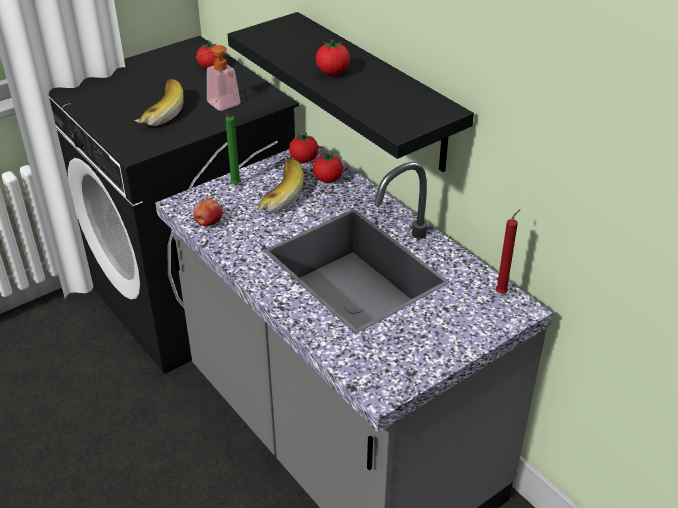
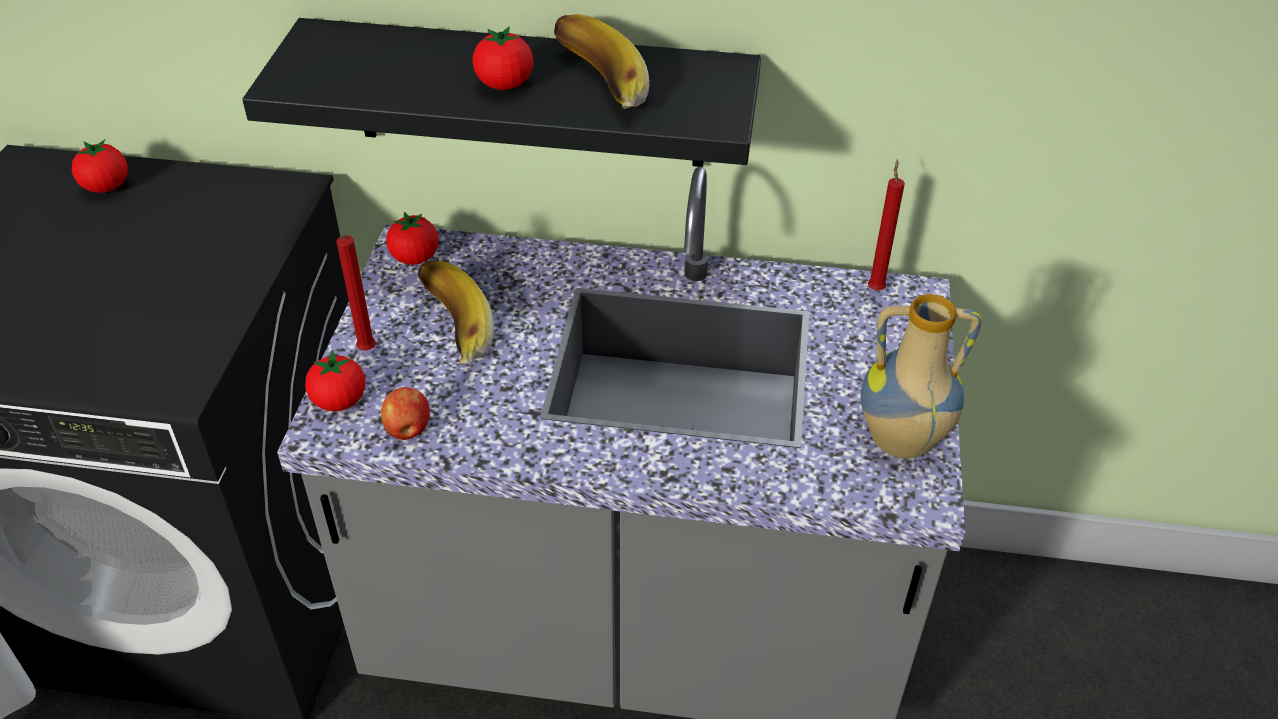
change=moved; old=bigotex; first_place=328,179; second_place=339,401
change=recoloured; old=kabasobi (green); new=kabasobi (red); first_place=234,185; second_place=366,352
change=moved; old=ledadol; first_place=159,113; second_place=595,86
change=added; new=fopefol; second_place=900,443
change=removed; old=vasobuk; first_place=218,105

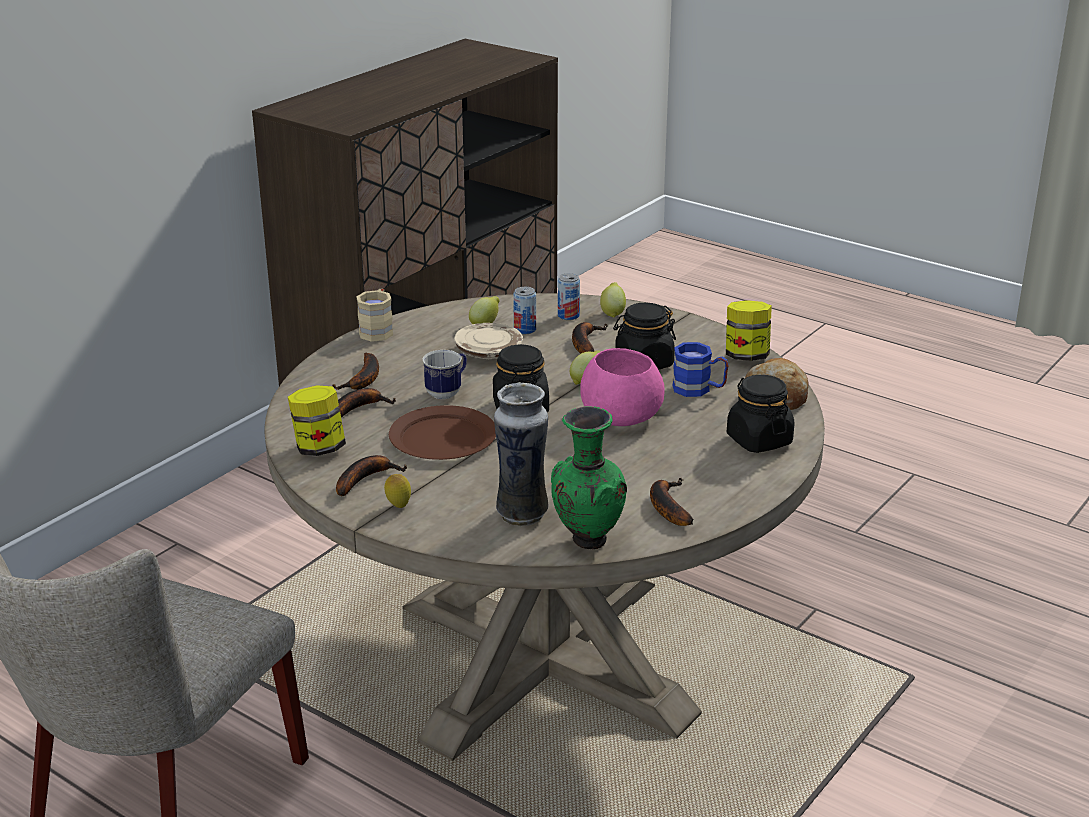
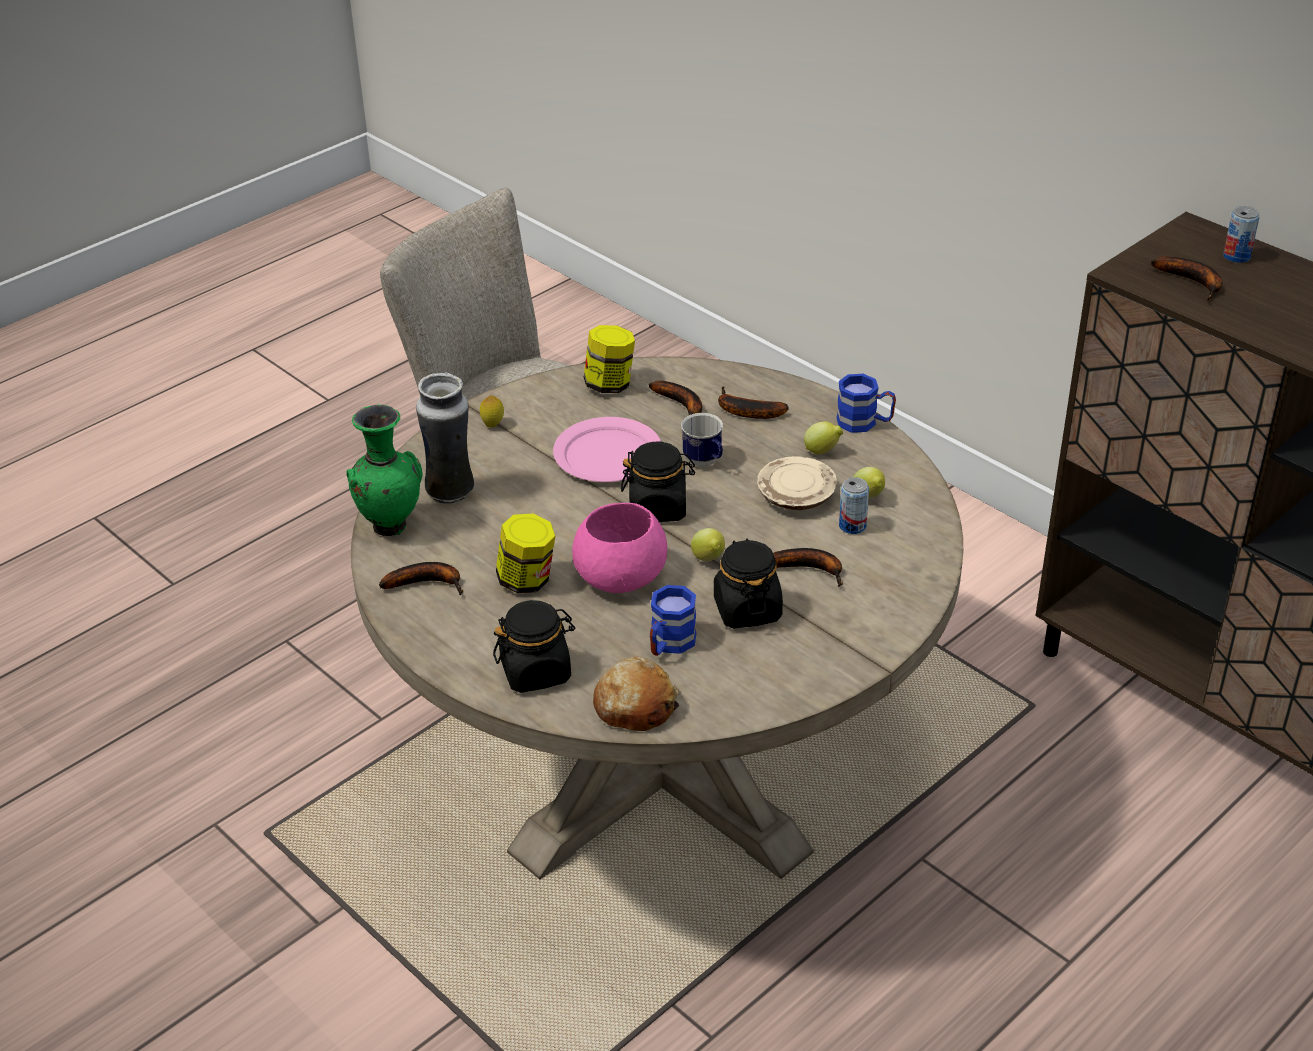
change=moved; old=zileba; first_place=746,356; second_place=527,580
change=recoloured; old=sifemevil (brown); new=sifemevil (pink); first_place=444,438; second_place=607,455
change=moved; old=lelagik; first_place=612,313; second_place=822,451
change=recoloured; old=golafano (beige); new=golafano (blue); first_place=378,330; second_place=865,422
change=moved; old=ledadol; first_place=365,479; second_place=1193,282
change=moved; old=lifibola; first_place=568,316; second_place=1236,256

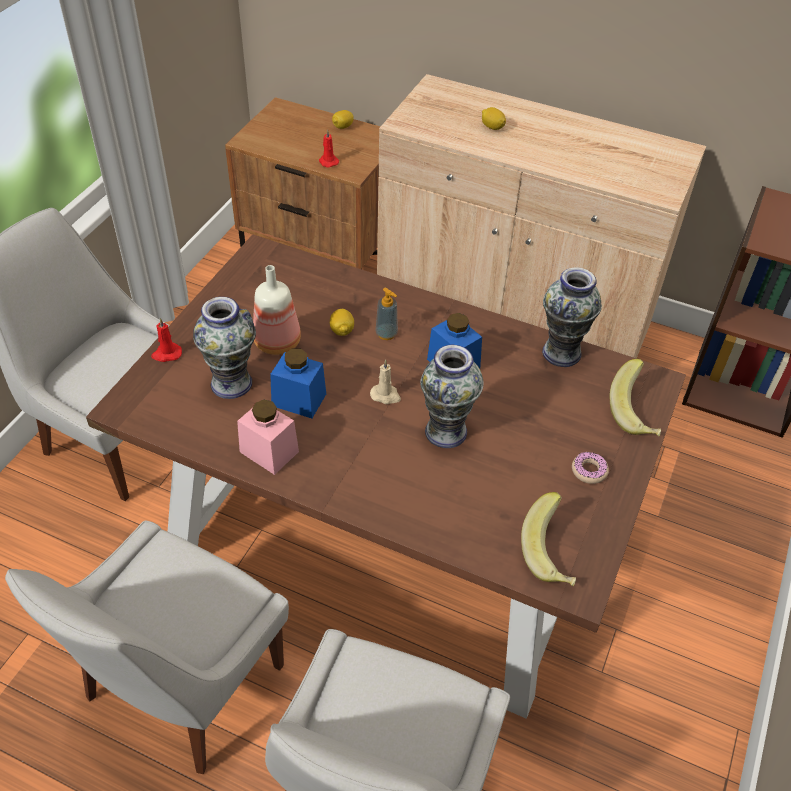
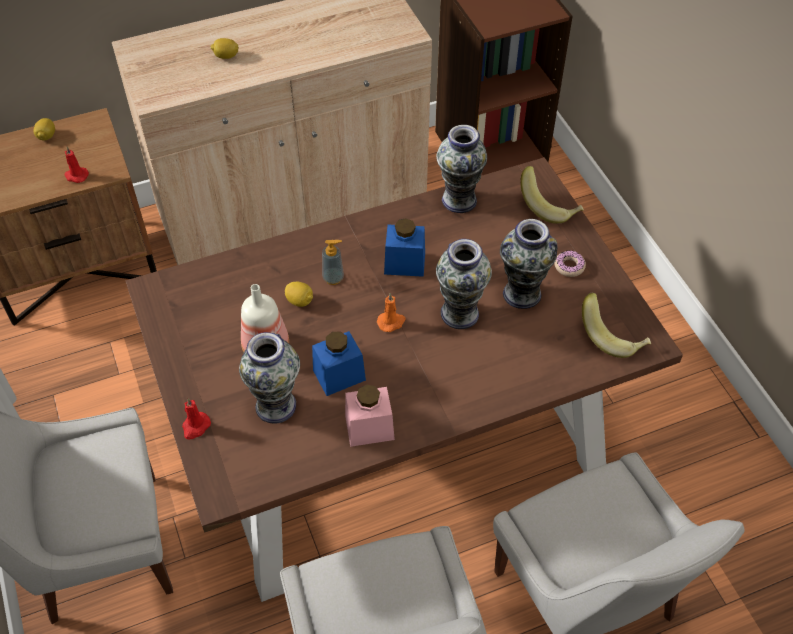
change=recoloured; old=kabasobi (beige); new=kabasobi (orange); first_place=386,395; second_place=391,322
change=added; new=fopefol; second_place=522,294

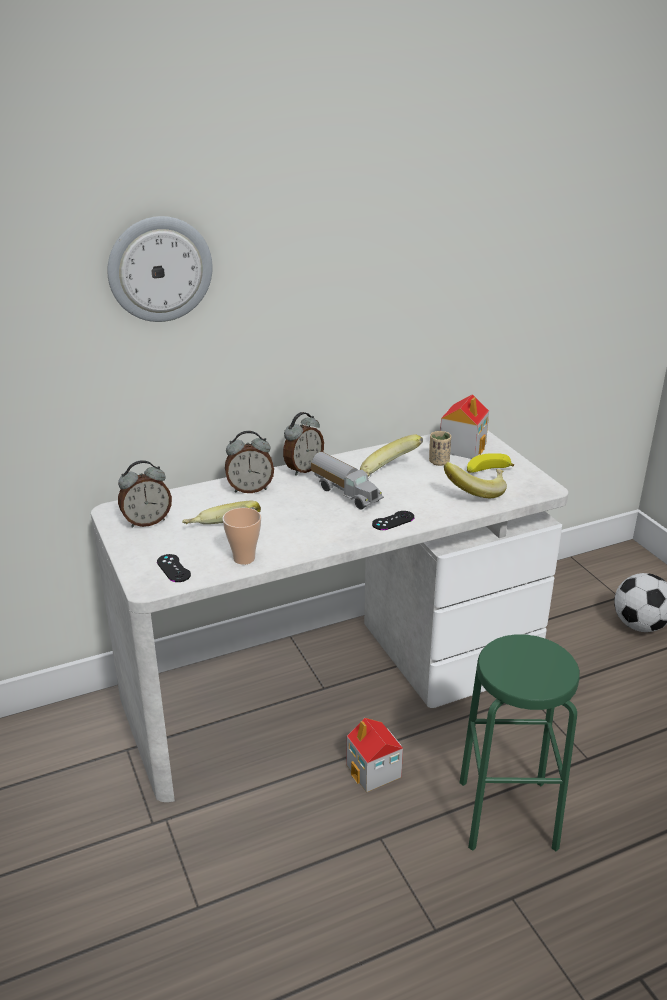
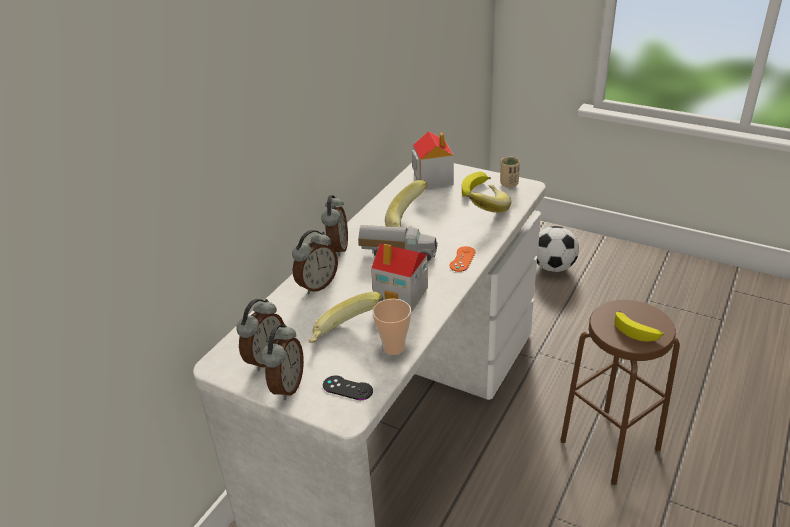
change=added; new=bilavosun; second_place=287,386
change=moved; old=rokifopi; first_place=374,771; second_place=402,294
change=recoloured; old=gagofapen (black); new=gagofapen (orange); first_place=393,521; second_place=462,259
change=moved; old=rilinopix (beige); first_place=439,462; second_place=509,184
change=recoloured; old=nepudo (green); new=nepudo (brown); first_place=507,814; second_place=610,445
change=added; new=ledadol; second_place=637,331
change=removed; old=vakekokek; first_place=160,269

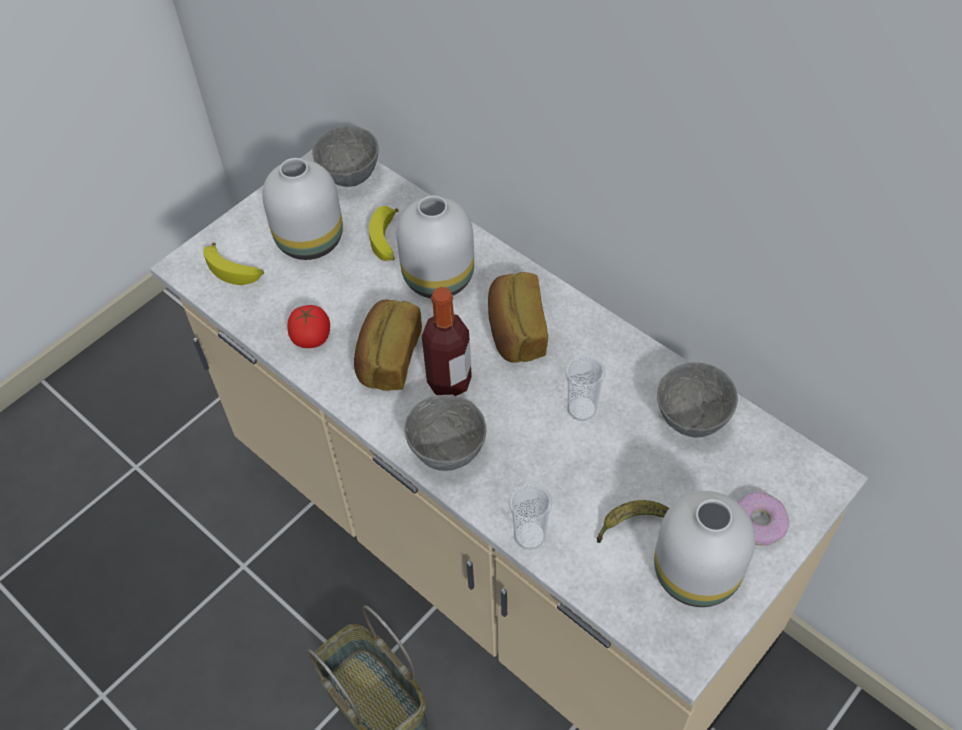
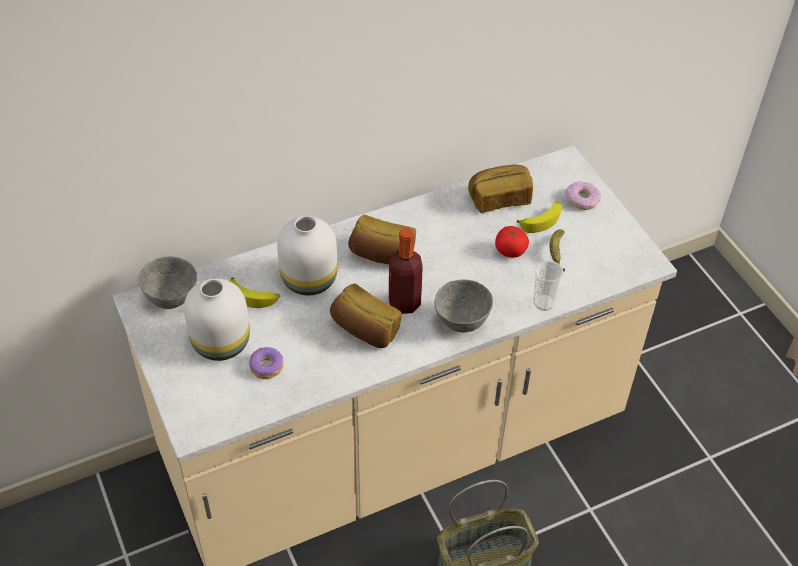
change=added; new=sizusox; second_place=266,367
change=replaced; old=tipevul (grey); new=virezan; first_place=693,421; second_place=499,199
change=moved; old=bigotex; first_place=311,338; second_place=510,251
change=moved; old=ledadol; first_place=235,270; second_place=541,220
change=removed; old=rilinopix; first_place=581,409
change=removed; old=fopefol (white); first_place=696,571

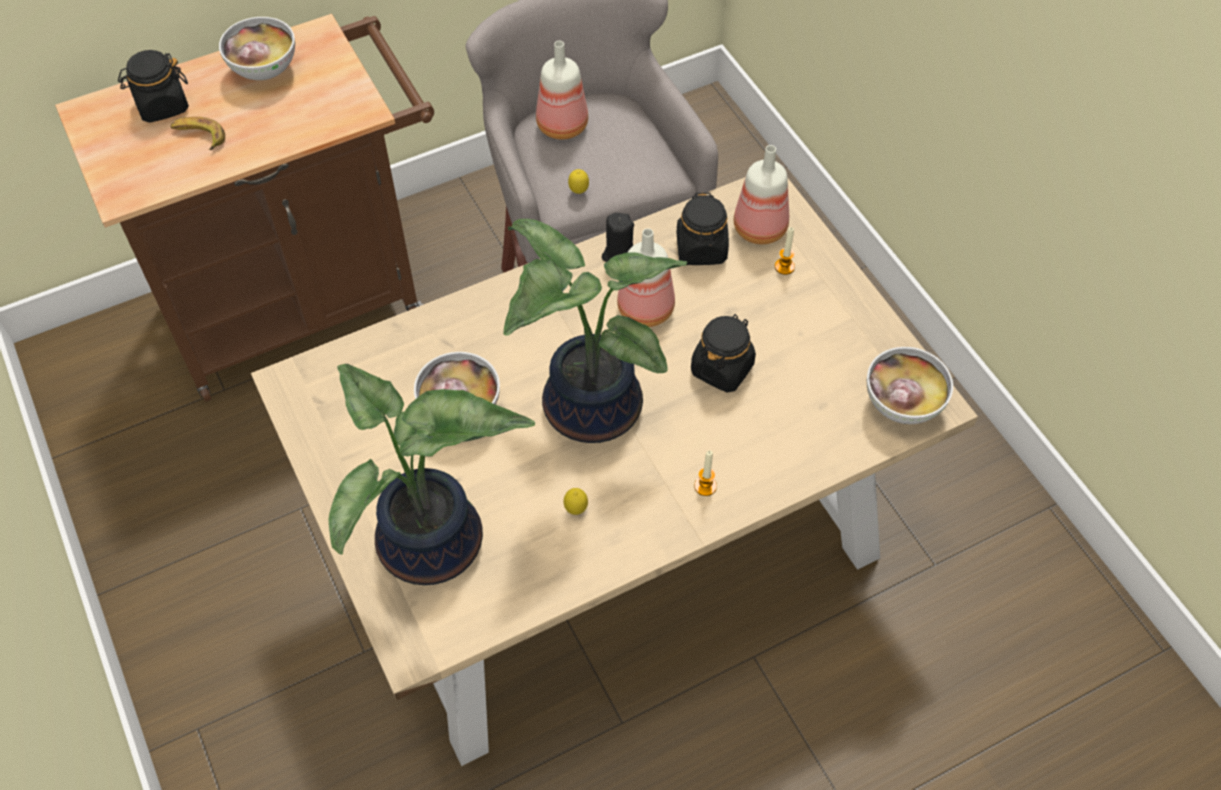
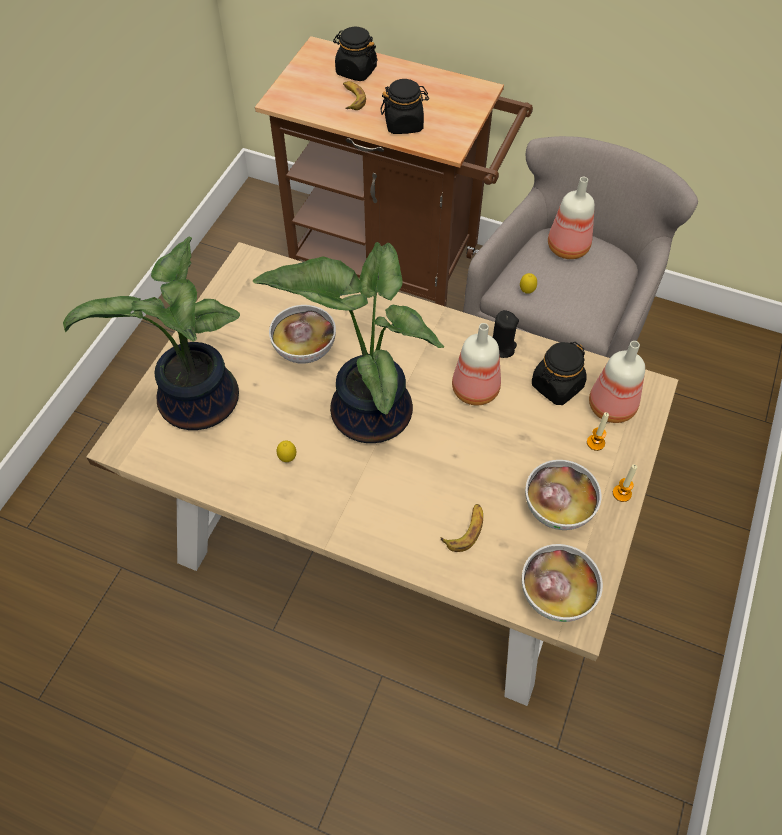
change=moved; old=zileba (black); first_place=722,368; second_place=404,124
change=added; new=ledadol; second_place=465,530
change=moved; old=tipevul; first_place=265,69; second_place=557,509
change=moved; old=kabasobi; first_place=705,486; second_place=622,493

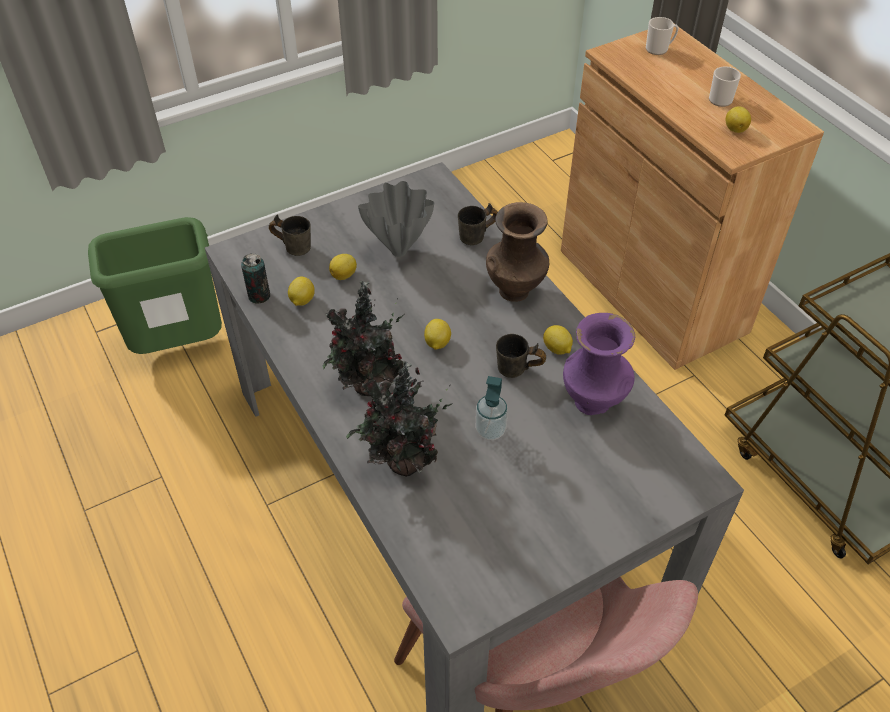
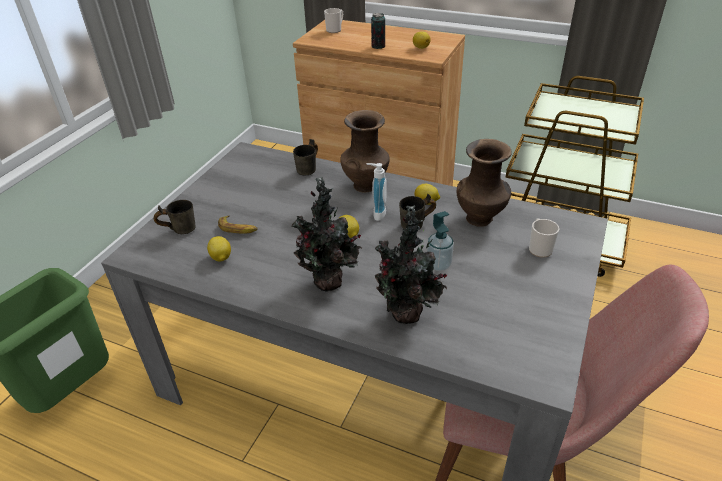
change=replaced; old=lelagik; new=ledadol; first_place=344,275; second_place=238,228
change=added; new=vasobuk; second_place=377,213
change=moved; old=lifibola; first_place=259,296; second_place=378,46
change=recoloured; old=fopefol (purple); new=fopefol (brown); first_place=594,403; second_place=480,218
change=moved; old=golafano; first_place=721,98; second_place=539,248
change=removed; old=fopefol (grey); first_place=400,251

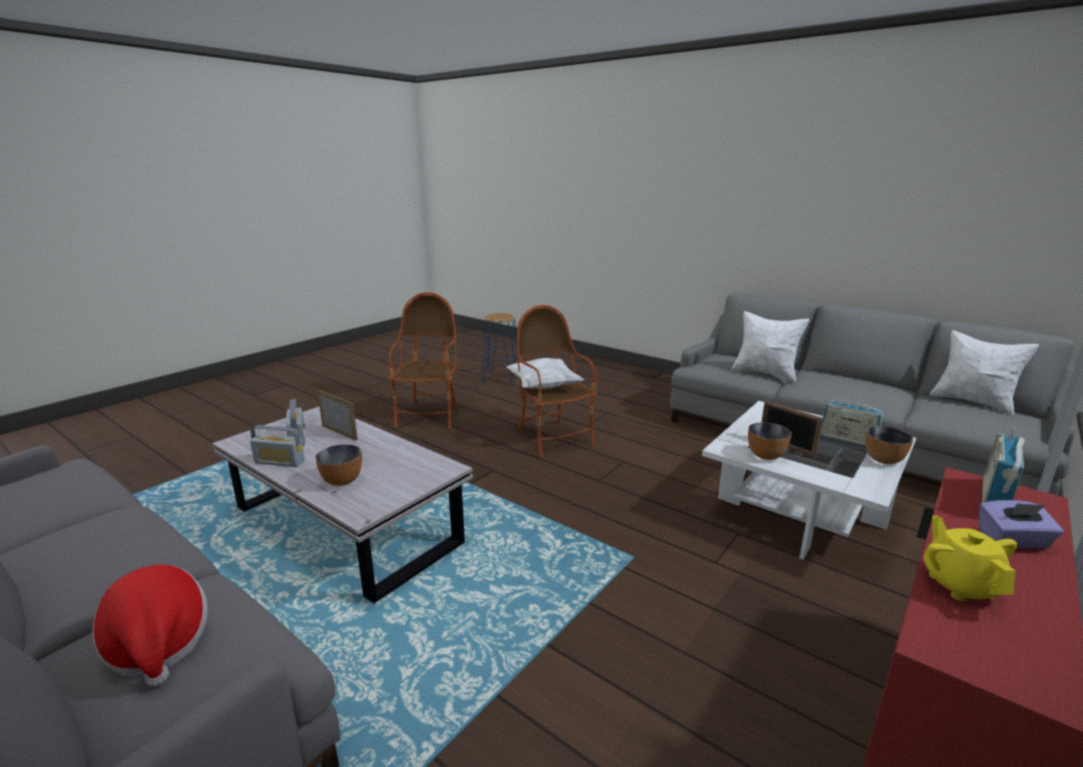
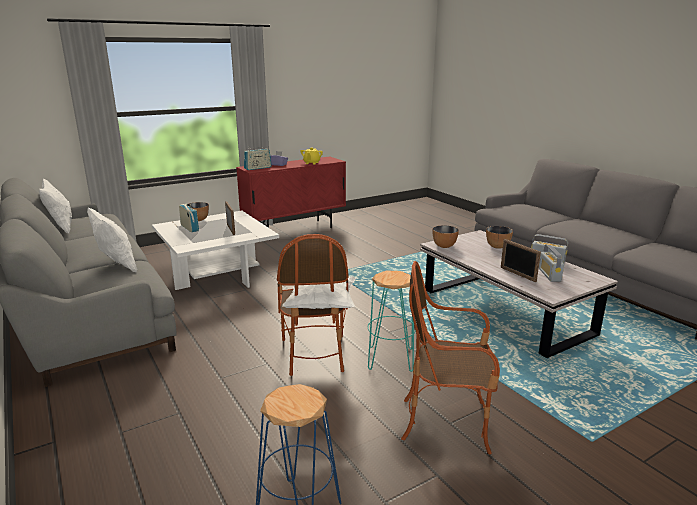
change=added; new=nepudo (turquoise); second_place=390,358
change=turned; old=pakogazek; first_place=429,416; second_place=446,422; degrees=75
change=moved; old=tipevul; first_place=765,456; second_place=444,246
change=removed; old=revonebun; first_place=158,644

